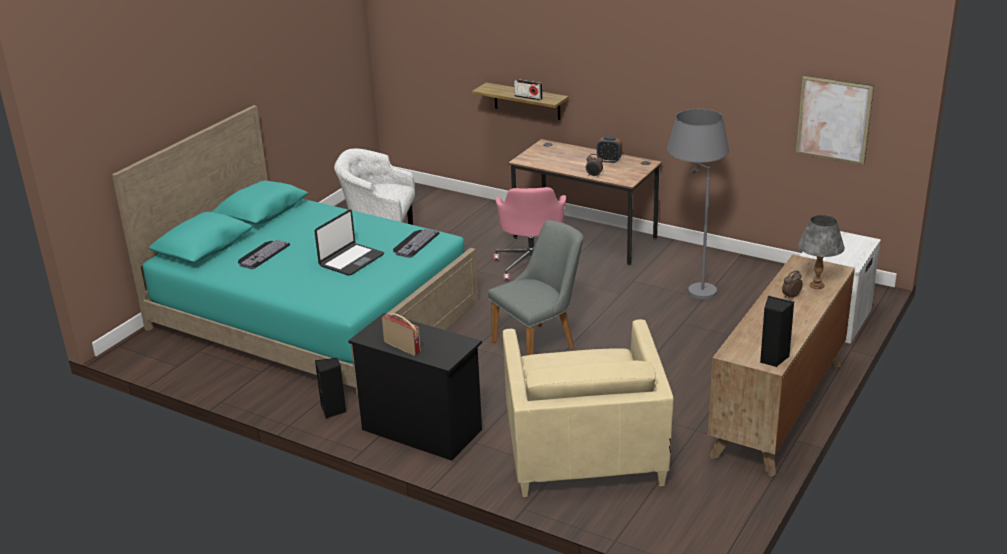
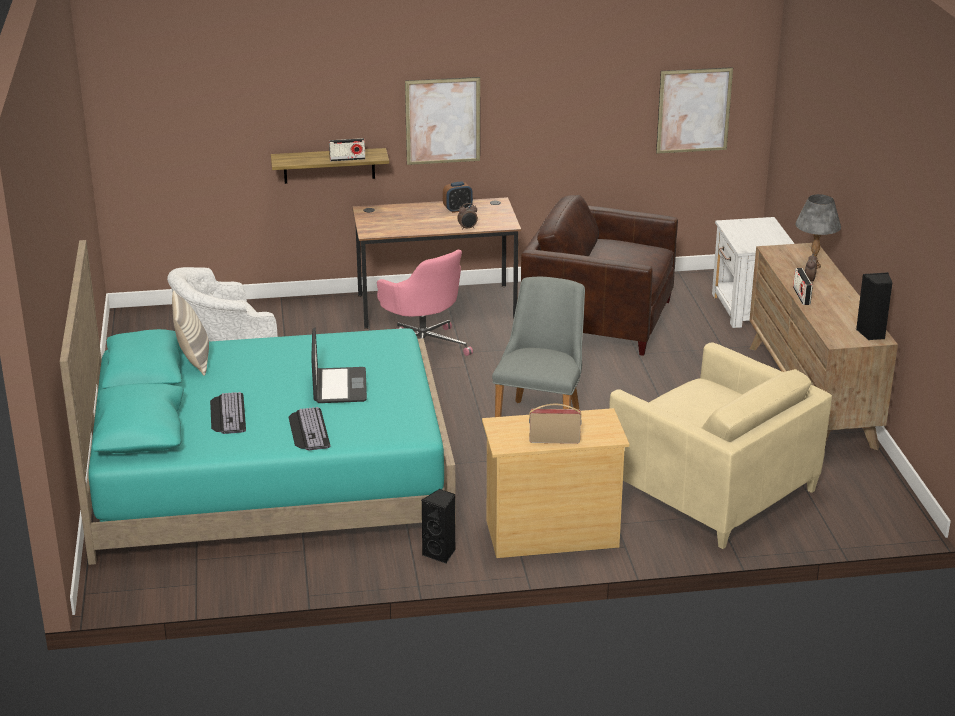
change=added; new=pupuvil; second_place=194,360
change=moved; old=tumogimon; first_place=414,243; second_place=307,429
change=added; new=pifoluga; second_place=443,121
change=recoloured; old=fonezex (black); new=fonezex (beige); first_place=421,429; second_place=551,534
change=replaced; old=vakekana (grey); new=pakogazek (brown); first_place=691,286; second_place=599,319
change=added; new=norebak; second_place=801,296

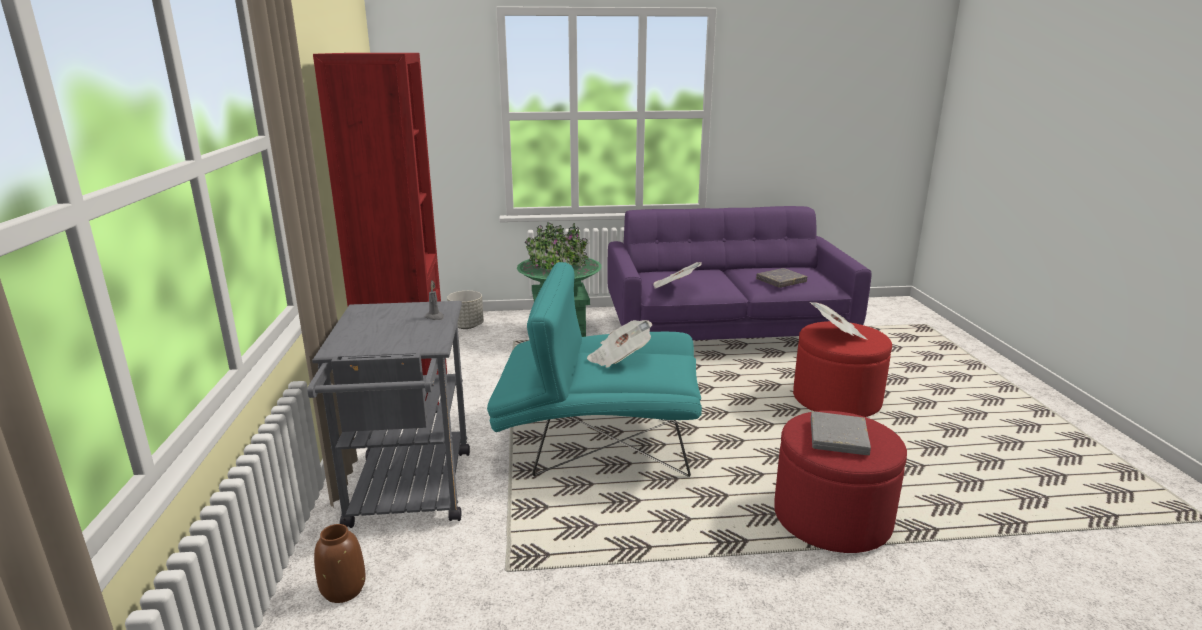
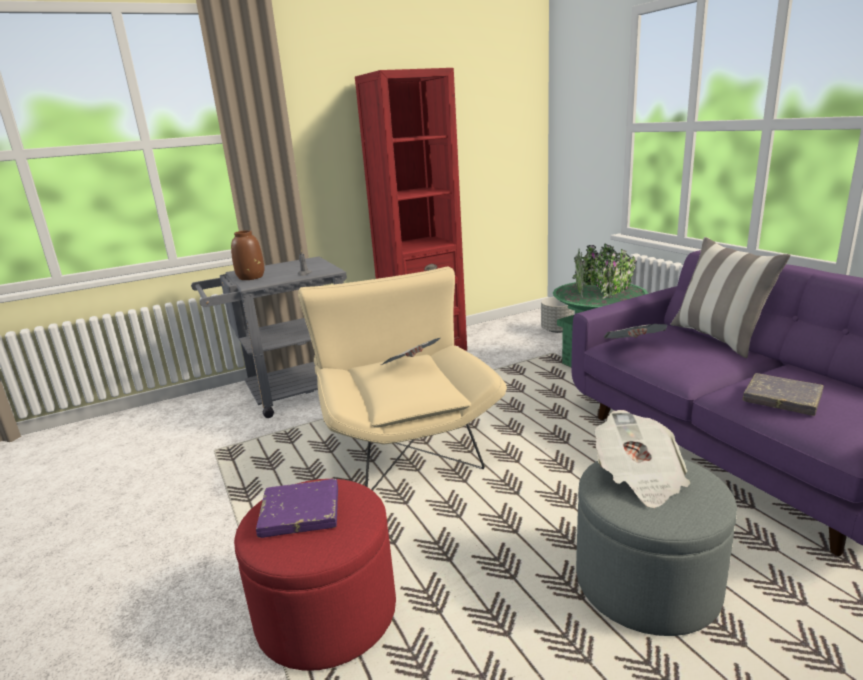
change=moved; old=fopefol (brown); first_place=343,590; second_place=250,277
change=recoloured; old=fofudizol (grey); new=fofudizol (purple); first_place=838,438; second_place=300,512
change=recoloured; old=pakogazek (turquoise); new=pakogazek (beige); first_place=598,442; second_place=402,438
change=recoloured; old=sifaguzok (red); new=sifaguzok (grey); first_place=836,400; second_place=647,583
change=added; new=pupuvil; second_place=718,338

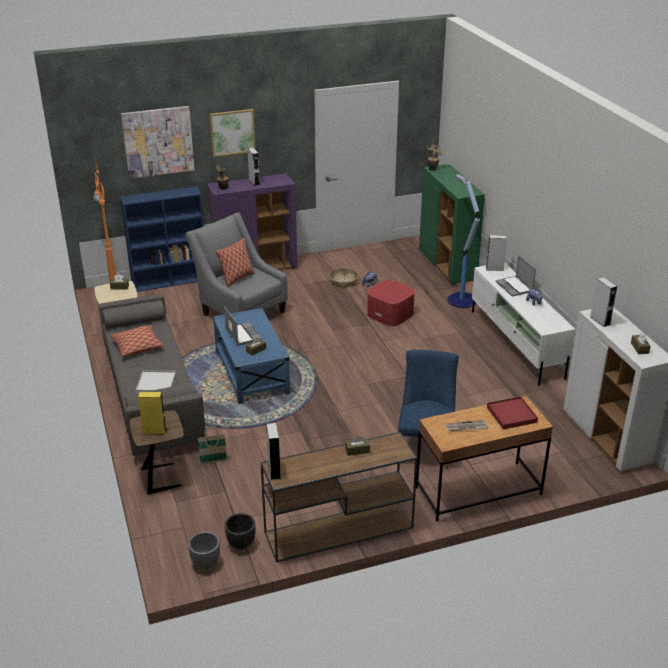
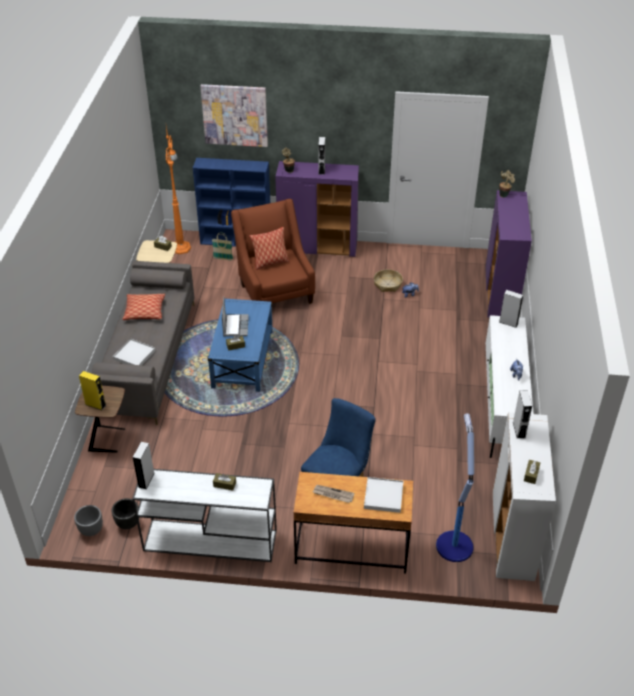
change=recoloured; old=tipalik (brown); new=tipalik (white); first_place=337,530; second_place=209,540
change=moved; old=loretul; first_place=213,461; second_place=223,258
change=recoloured; old=pakogazek (grey); new=pakogazek (brown); first_place=240,311; second_place=274,290
change=recoloured; old=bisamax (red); new=bisamax (white); first_place=511,415; second_place=383,496
change=moved; old=vakekana; first_place=461,299; second_place=454,545
change=recoloured; old=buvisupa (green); new=buvisupa (purple); first_place=447,265; second_place=501,293
change=removed; old=pifoluga; first_place=232,132
change=removed; old=sifaguzok; first_place=390,314
change=removed; old=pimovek; first_place=515,287

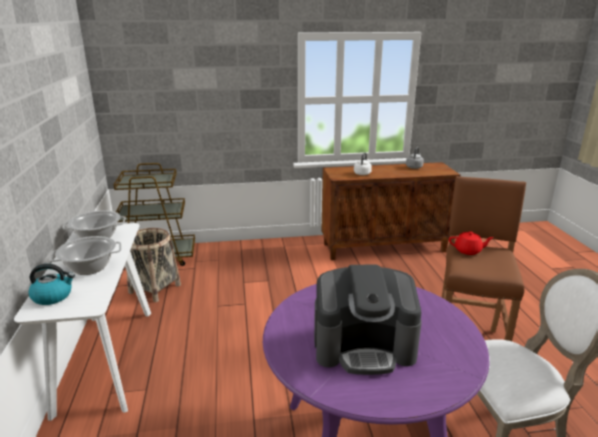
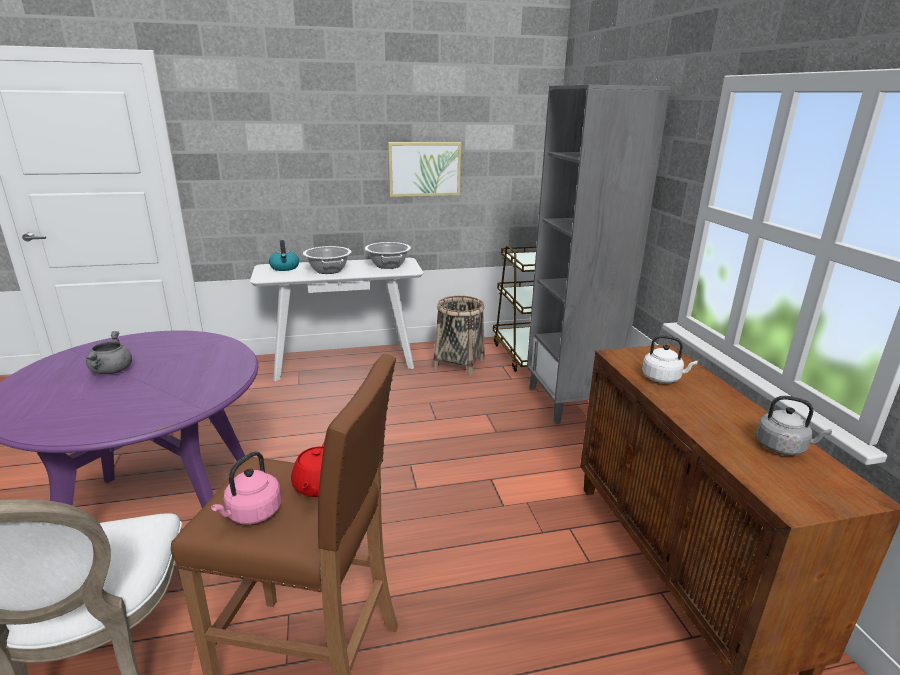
change=replaced; old=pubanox; new=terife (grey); first_place=364,346; second_place=112,371
change=added; new=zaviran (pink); second_place=252,514
change=added; new=pifoluga; second_place=424,169
change=added; new=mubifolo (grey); second_place=570,402

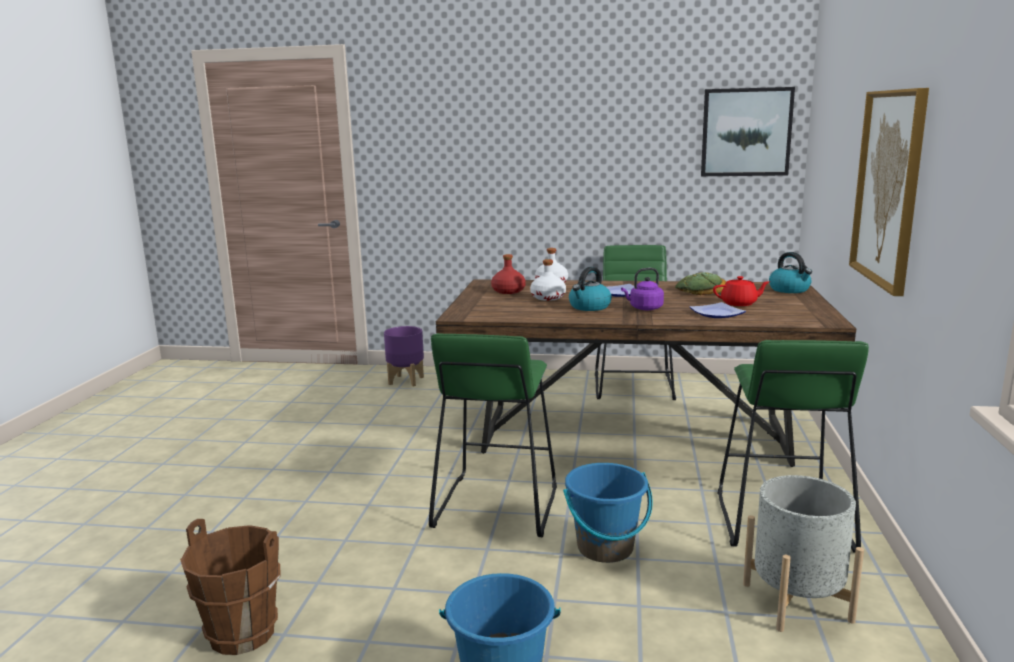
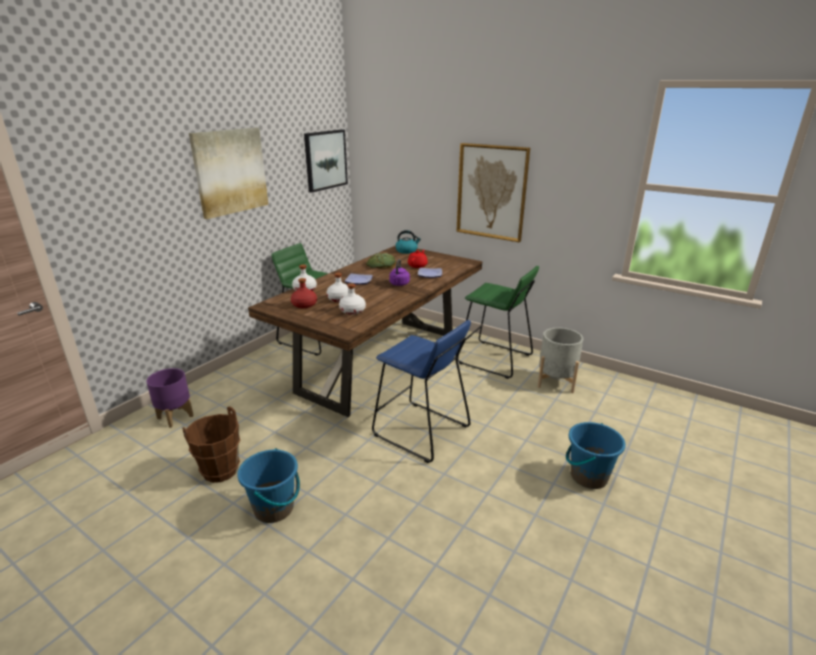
change=moved; old=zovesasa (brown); first_place=242,634; second_place=221,471
change=added; new=pifoluga; second_place=230,171
change=moved; old=zovesasa (blue); first_place=605,548; second_place=274,508
change=added; new=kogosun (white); second_place=352,311
change=recoloured; old=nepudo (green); new=nepudo (blue); first_place=495,505; second_place=420,431
change=removed; old=zaviran; first_place=589,307

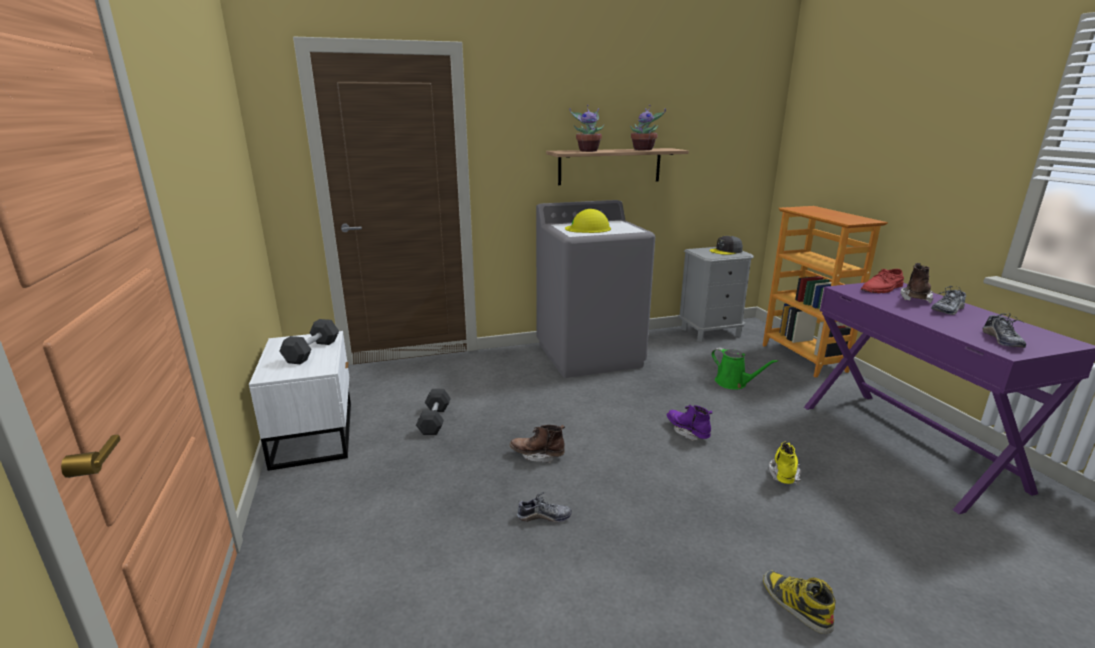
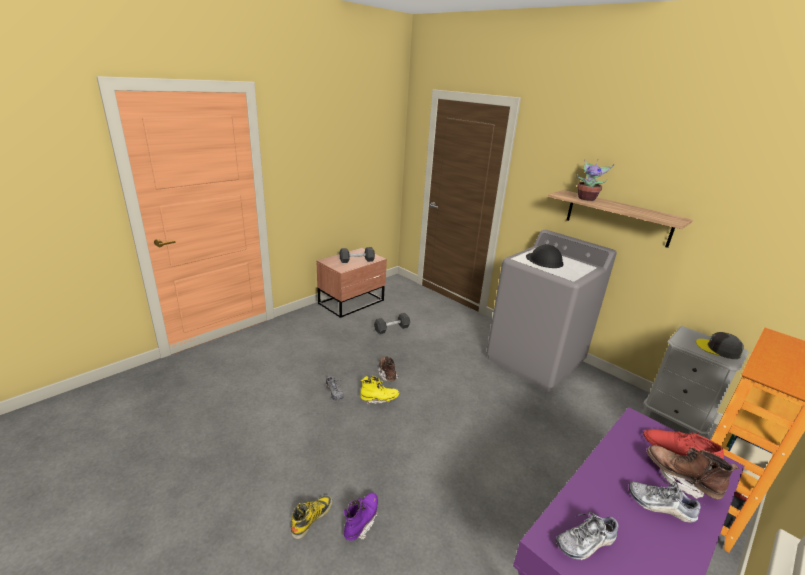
change=recoloured; old=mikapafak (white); new=mikapafak (brown); first_place=316,433; second_place=352,302
change=moved; old=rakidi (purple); first_place=687,432; second_place=361,522
change=moved; old=rakidi (yellow); first_place=784,473; second_place=379,399
change=recoloured; old=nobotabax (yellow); new=nobotabax (black); first_place=588,228; second_place=544,260
change=turned; old=rakidi (brown); first_place=915,297; second_place=680,479; degrees=-135
change=removed; old=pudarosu; first_place=644,149
change=removed; old=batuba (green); first_place=733,383

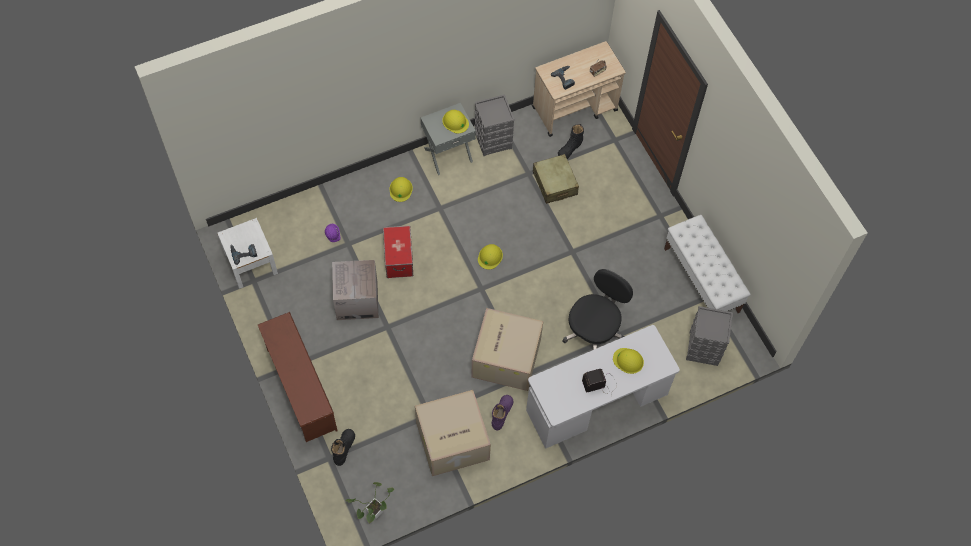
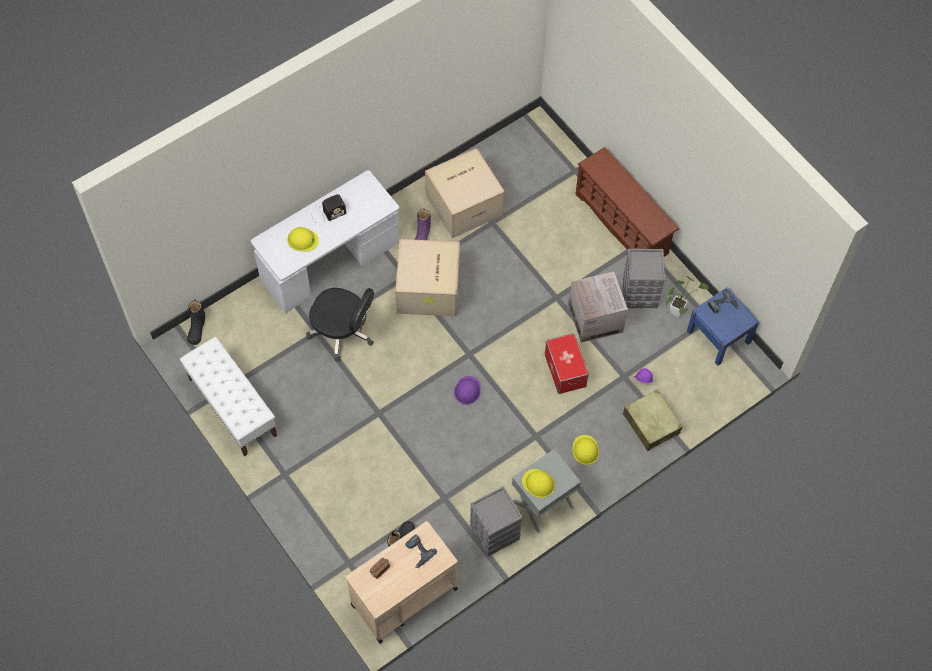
change=moved; old=rakidi (black); first_place=344,448; second_place=197,328
change=turned; old=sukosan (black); first_place=594,330; second_place=343,332; degrees=-90
change=recoloured; old=nobotabax (yellow); new=nobotabax (purple); first_place=490,256; second_place=467,390
change=moved; old=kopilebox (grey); first_place=704,349; second_place=639,293
change=moved; old=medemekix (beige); first_place=555,183; second_place=651,423
change=moved; old=pudarosu; first_place=373,514; second_place=678,310
change=recoloured; old=mikapafak (white); new=mikapafak (blue); first_place=250,263; second_place=718,336

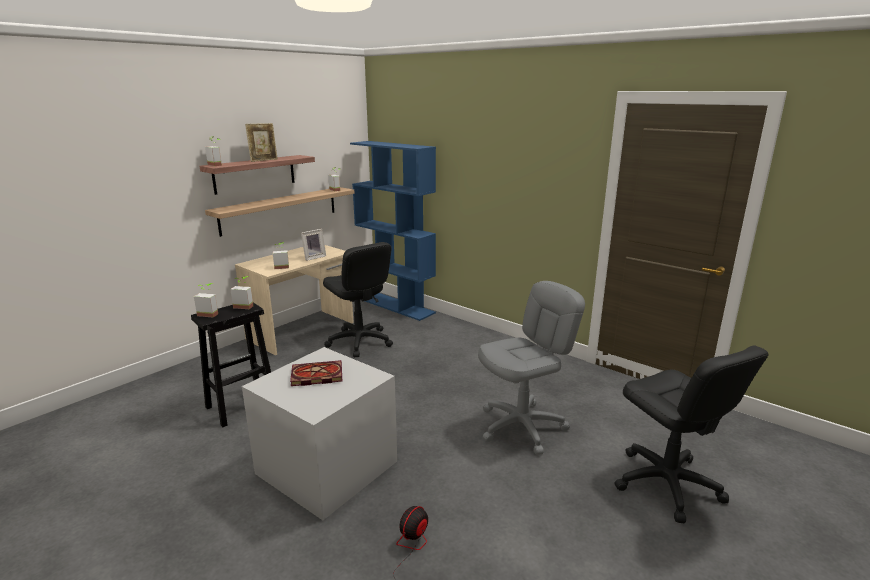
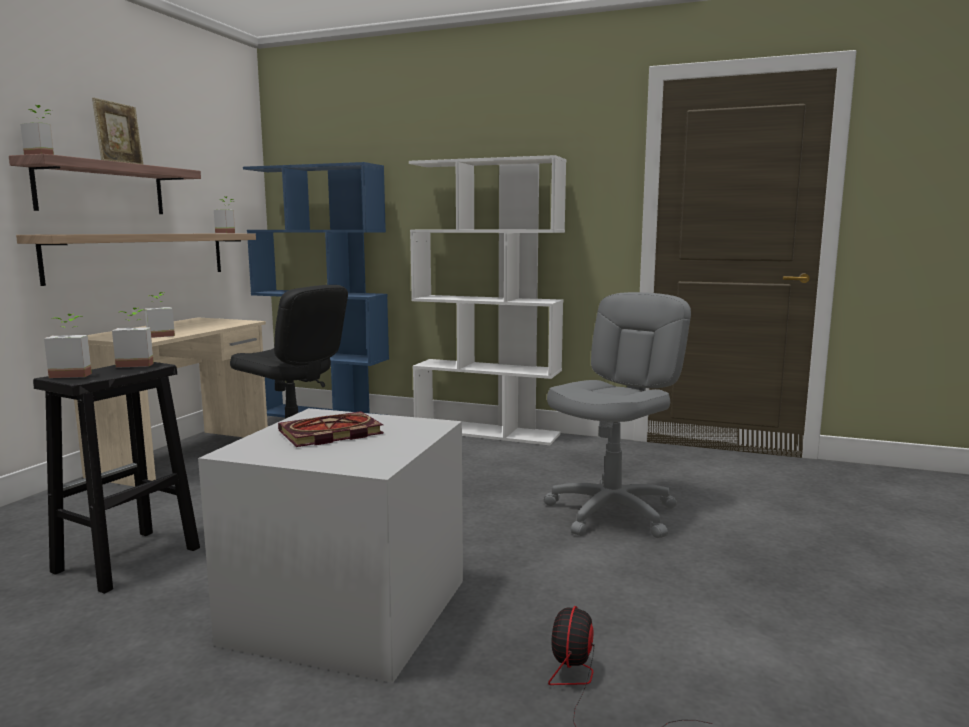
change=added; new=mubifolo (white); second_place=487,432
change=removed; old=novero; first_place=313,257
change=removed; old=sukosan (black); first_place=666,484

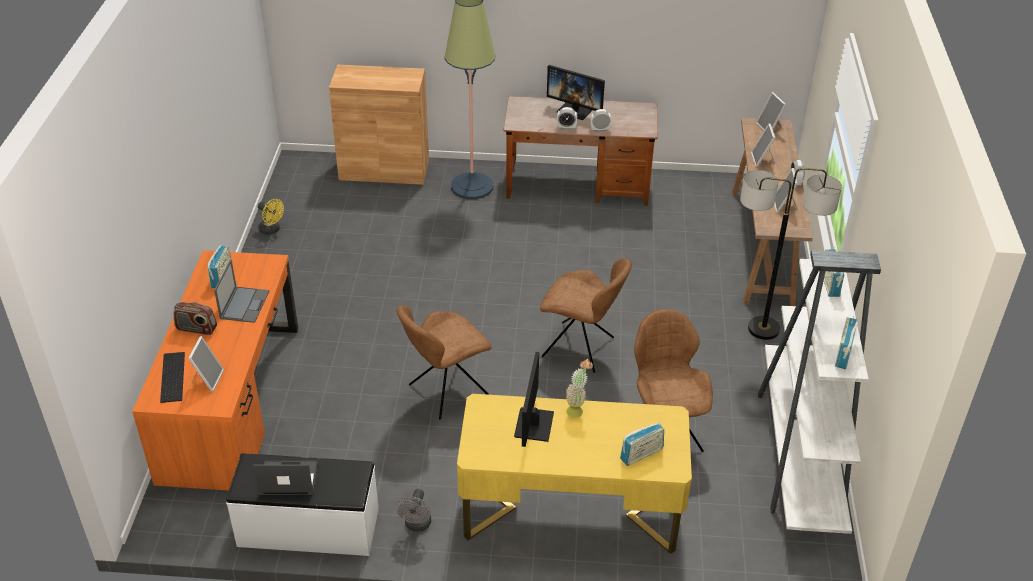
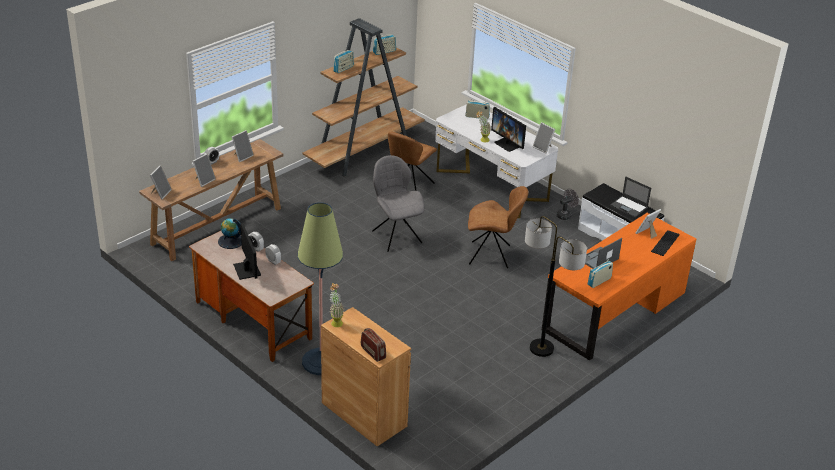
change=added; new=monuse; second_place=230,241
change=recoloured; old=mubifolo (white); new=mubifolo (brown); first_place=800,455; second_place=364,152
change=added; new=pudarosu; second_place=336,321
change=moved; old=norebak; first_place=196,329; second_place=373,352
change=recoloured; old=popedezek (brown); new=popedezek (grey); first_place=581,348; second_place=396,236
change=recoloured; old=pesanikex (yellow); new=pesanikex (white); first_place=570,511; second_place=491,185
change=turned; old=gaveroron; first_place=534,425; second_place=508,144; degrees=90
change=moved; old=vakekana; first_place=763,328; second_place=541,348
change=added; new=novero; second_place=543,148
change=removed; old=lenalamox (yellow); first_place=272,230

